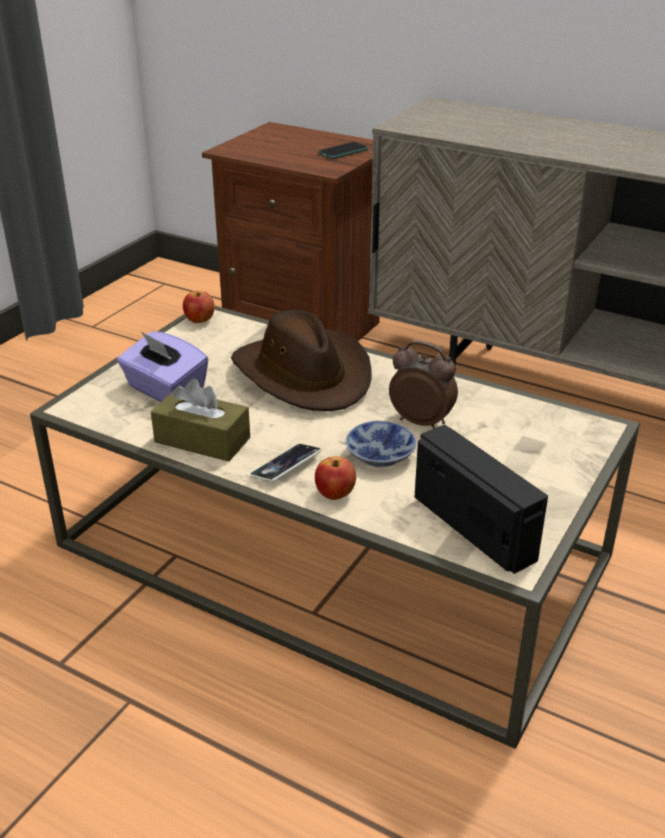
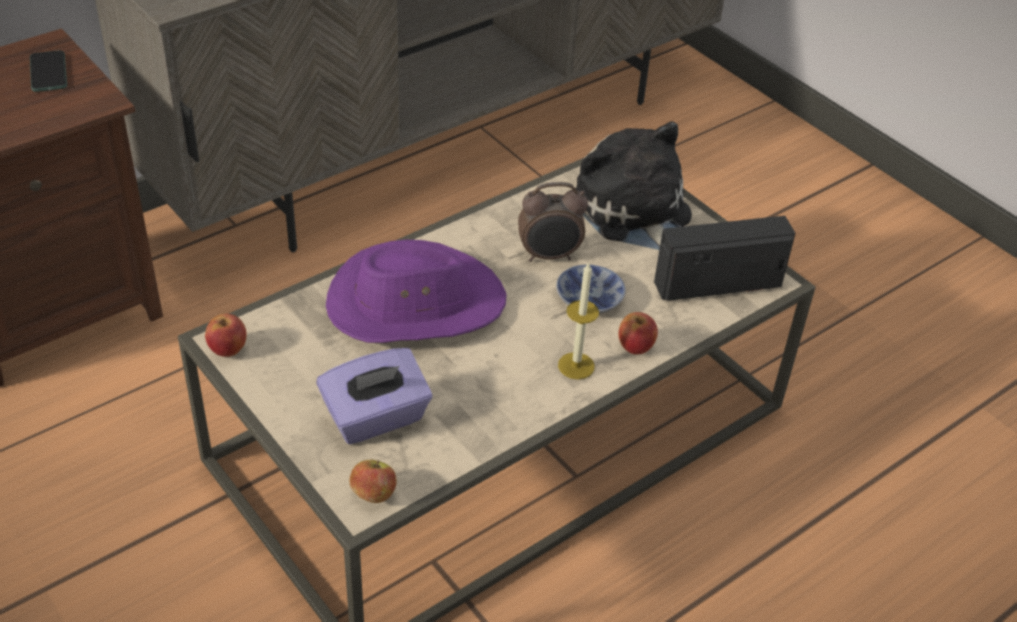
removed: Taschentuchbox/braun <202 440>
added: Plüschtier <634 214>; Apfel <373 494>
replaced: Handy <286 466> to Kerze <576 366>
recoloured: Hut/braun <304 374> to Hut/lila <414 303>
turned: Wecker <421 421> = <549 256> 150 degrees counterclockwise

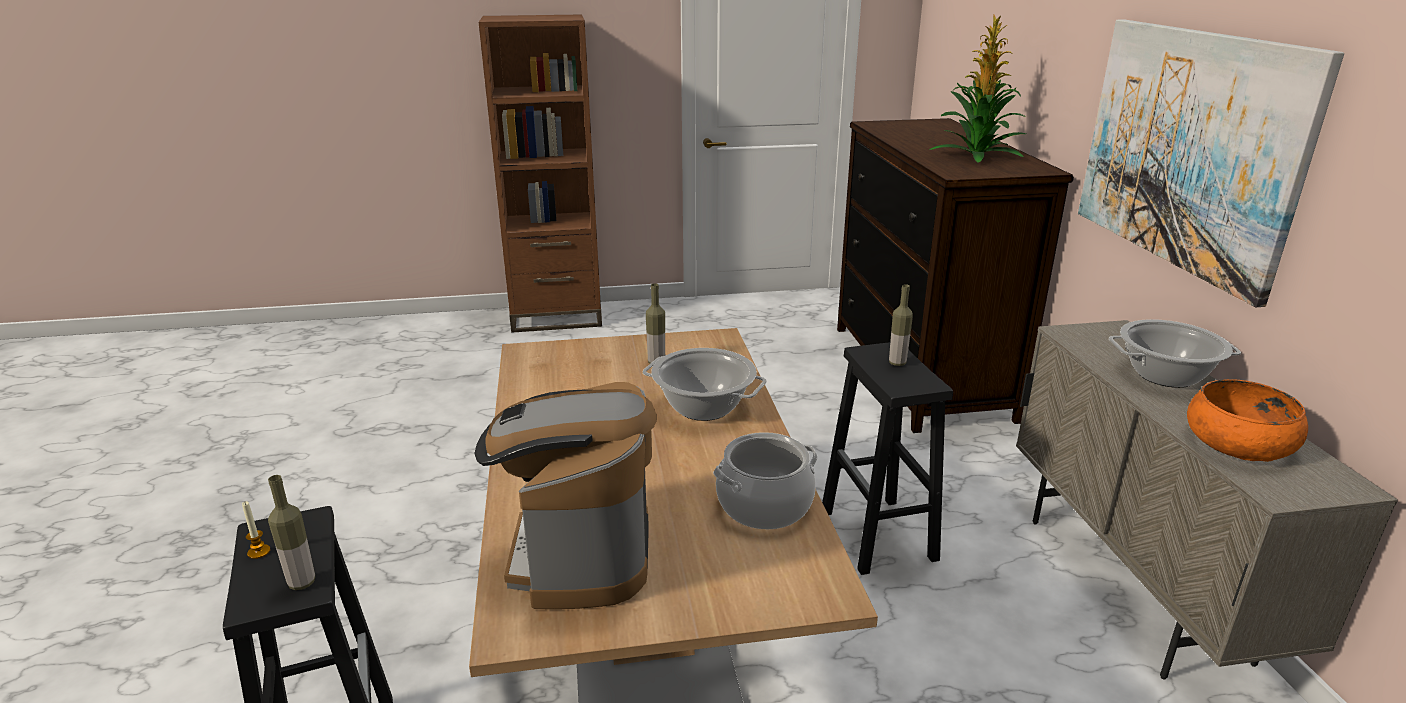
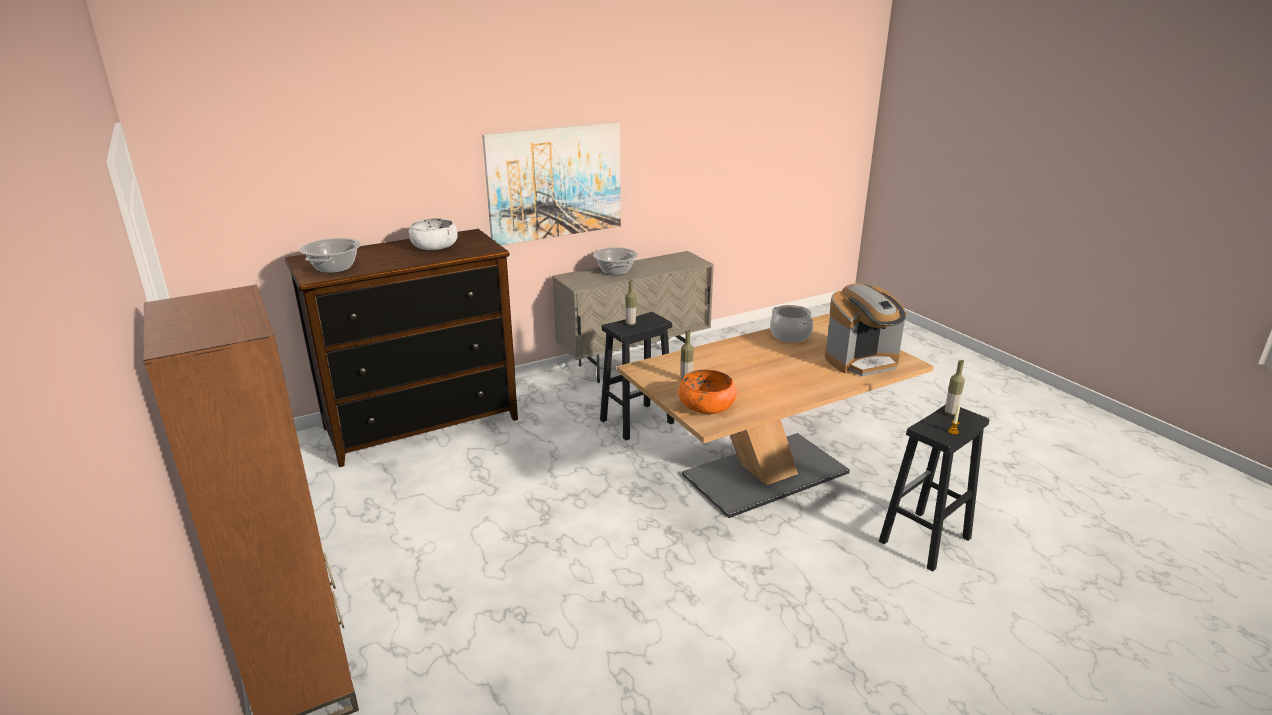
moved: Kochtopf <703 407> to <334 268>; Schüssel/orange <1238 443> to <706 405>
replaced: Topfpflanze <978 155> to Schüssel/weiß <434 246>

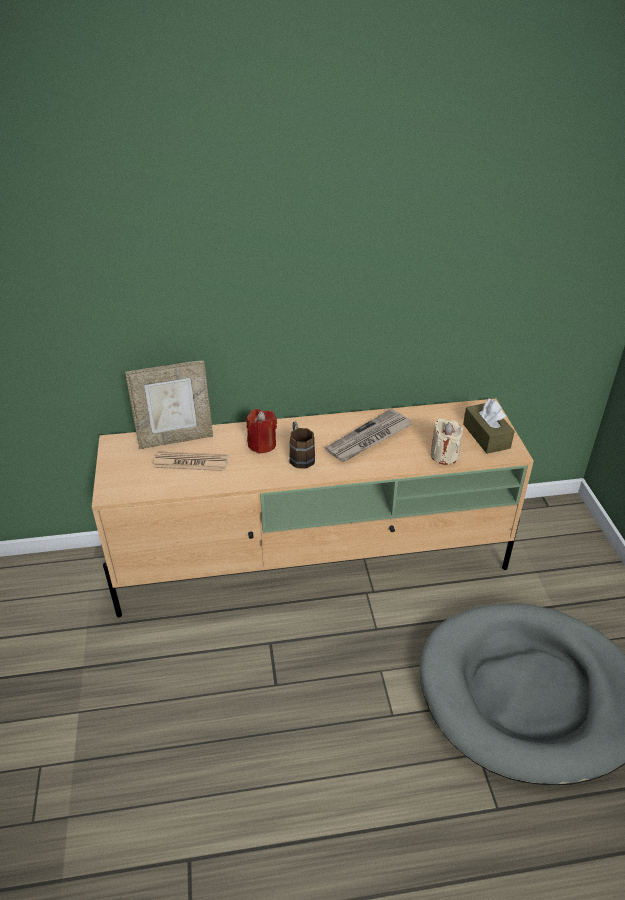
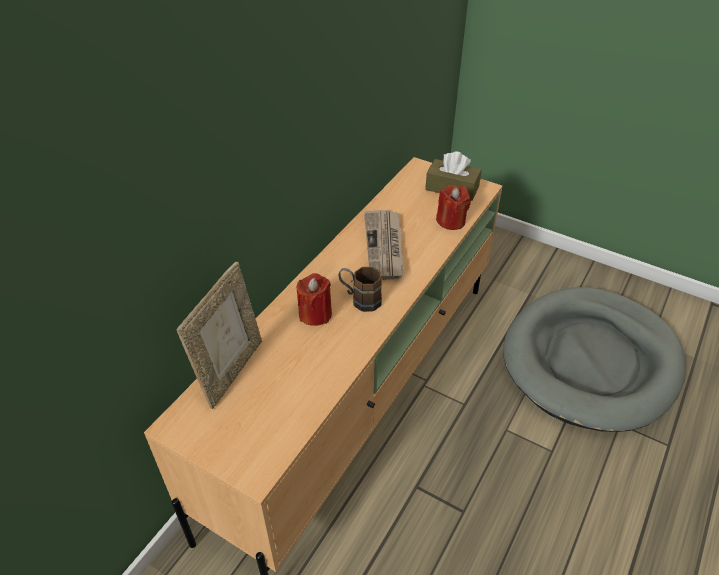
removed: Zeitung <191 462>
recoloured: Kerze/beige <444 455> to Kerze/rot <451 221>

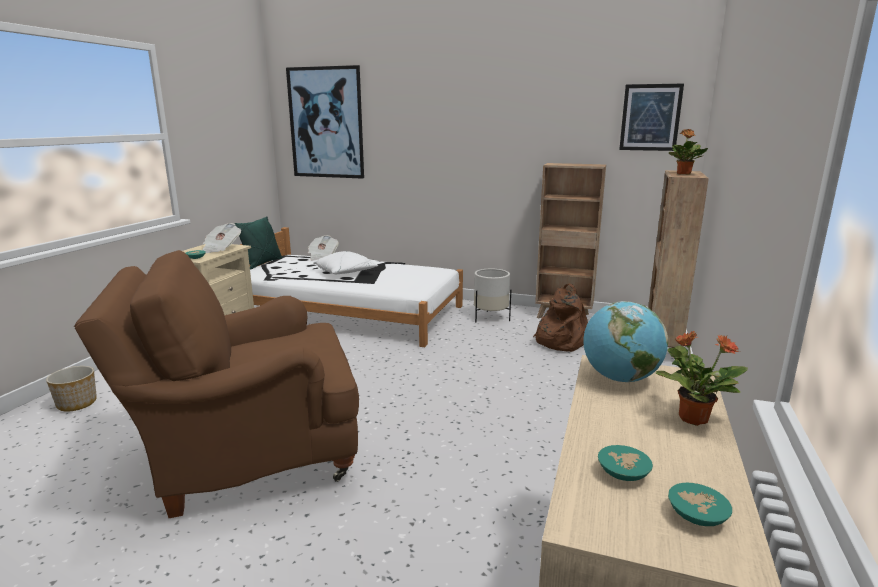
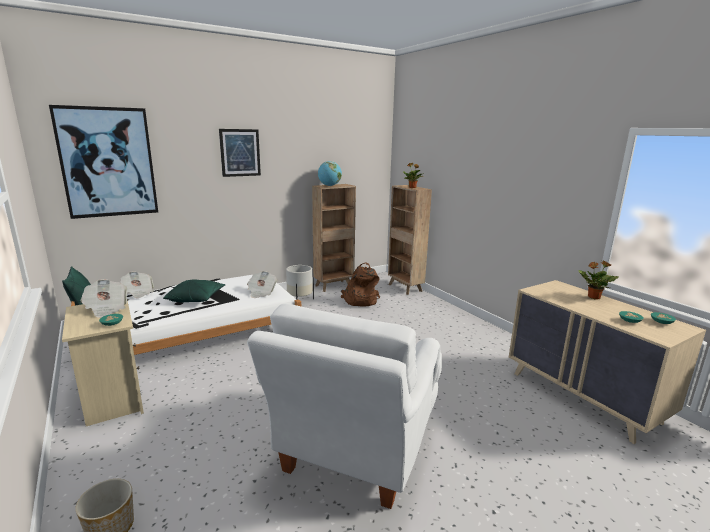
added: Zeitung <261 292>
moved: Bild <650 117> to <240 152>; Globus <620 378> to <329 186>
recoloured: Sessel/braun <250 459> to Sessel/weiß <356 449>; Kissen/weiß <346 273> to Kissen/grün <196 299>

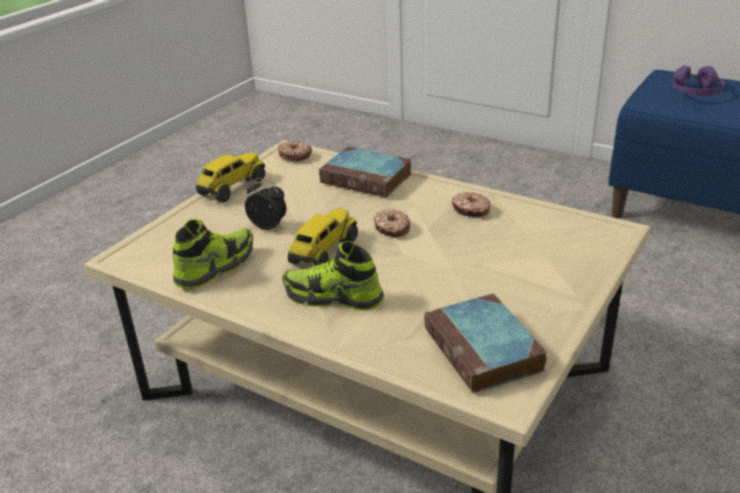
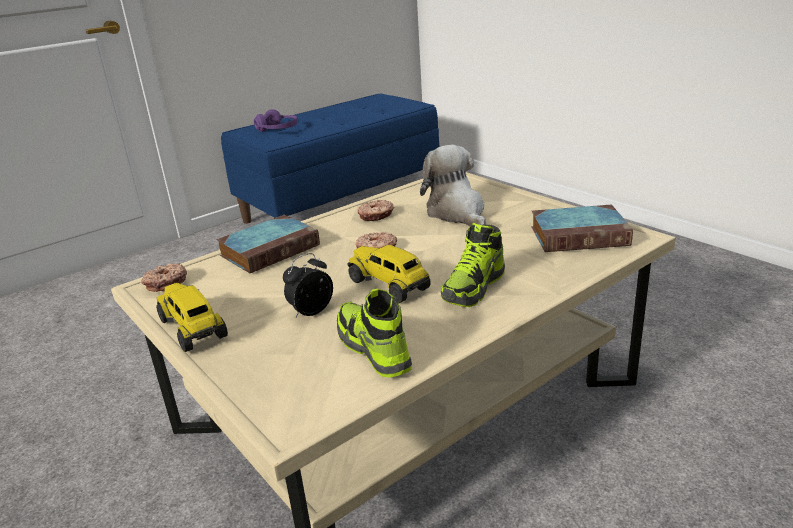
added: Plüschtier <457 213>

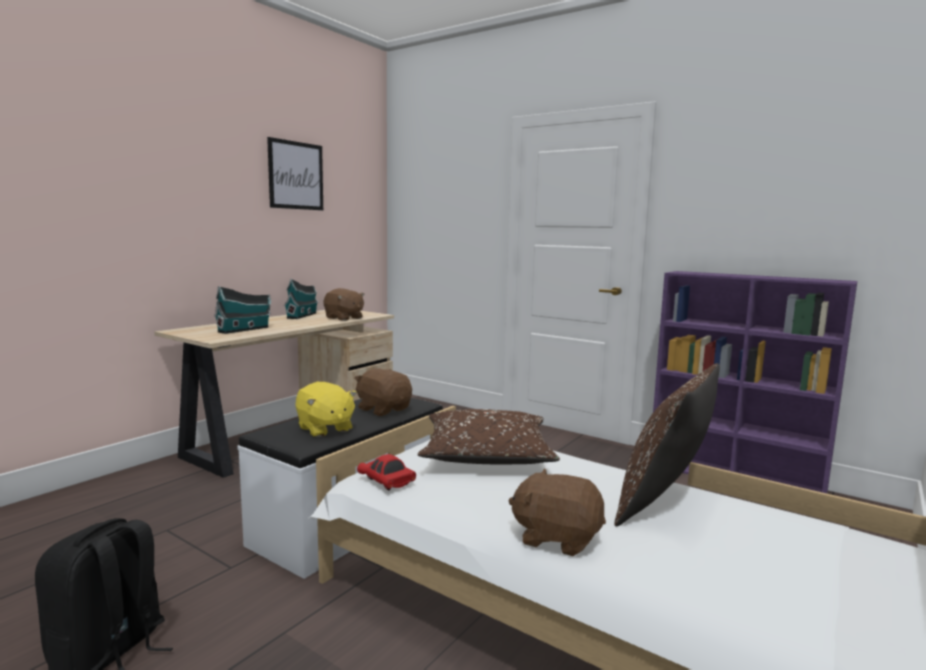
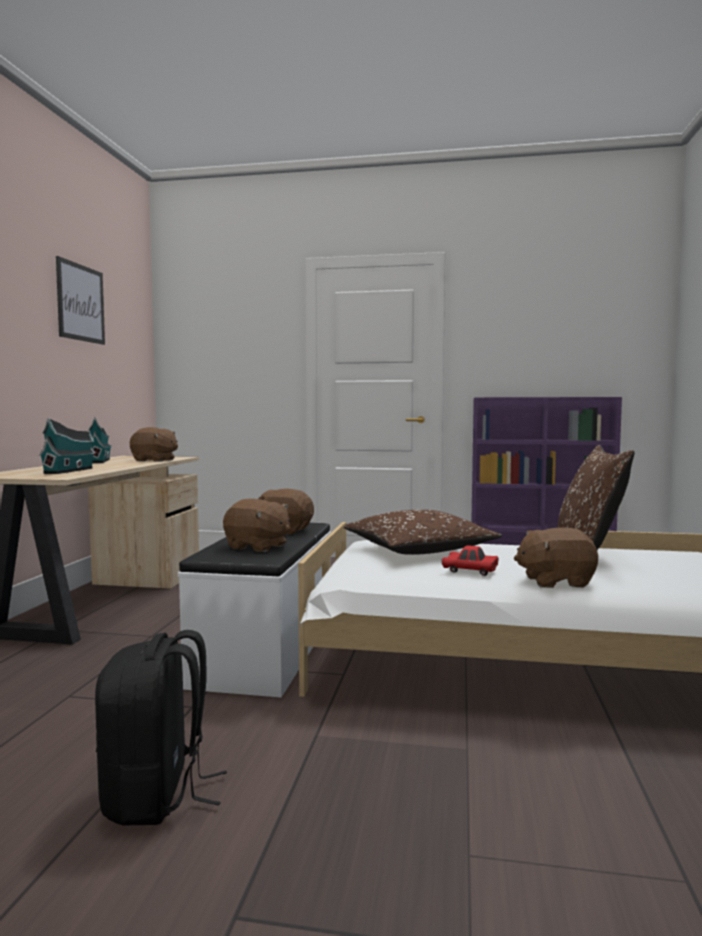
moved: Spielzeugauto/rot <387 482> to <470 571>
recoloured: Plüschtier/gelb <324 429> to Plüschtier/braun <257 547>

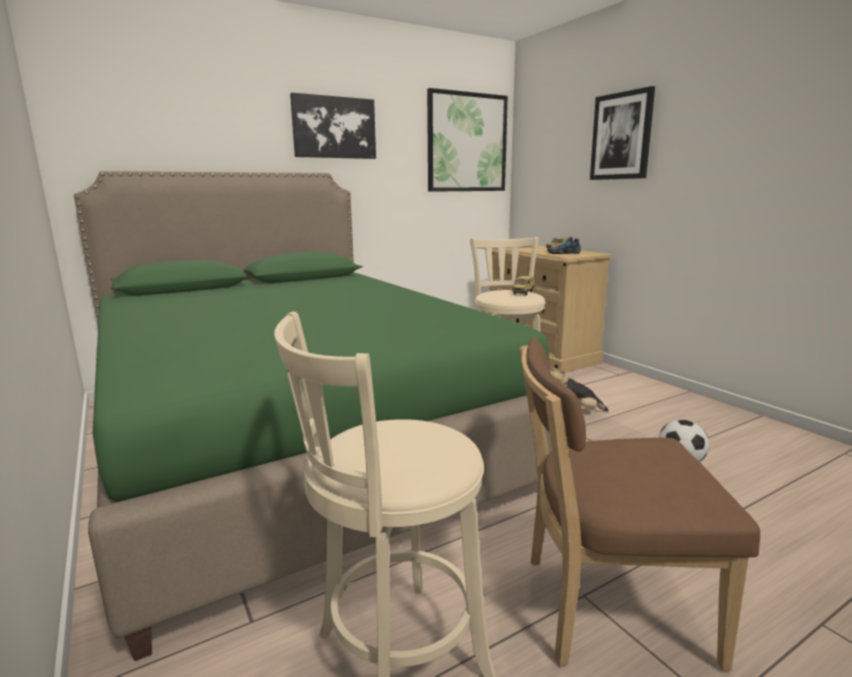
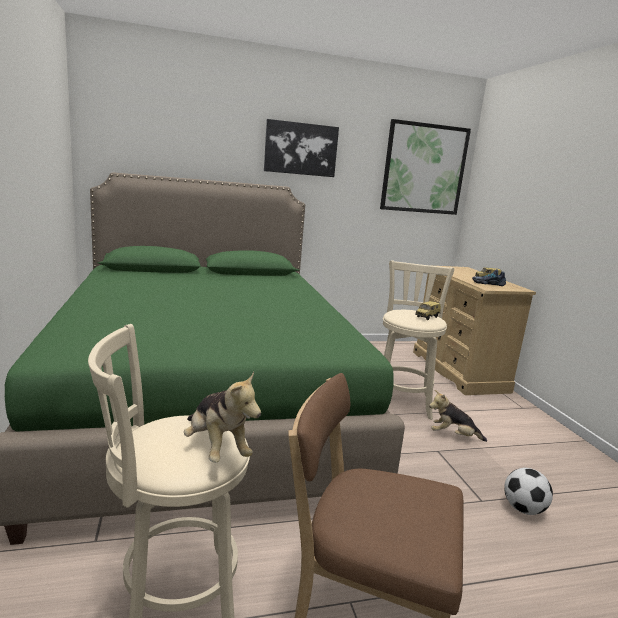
removed: Bild <621 136>
added: Plüschtier <216 448>

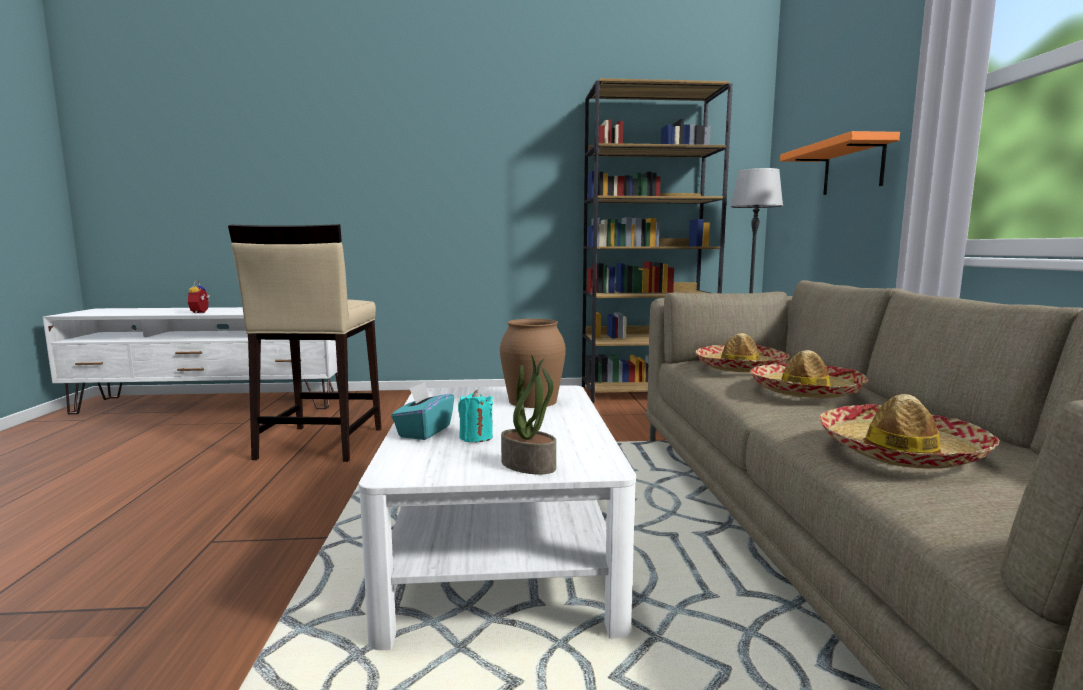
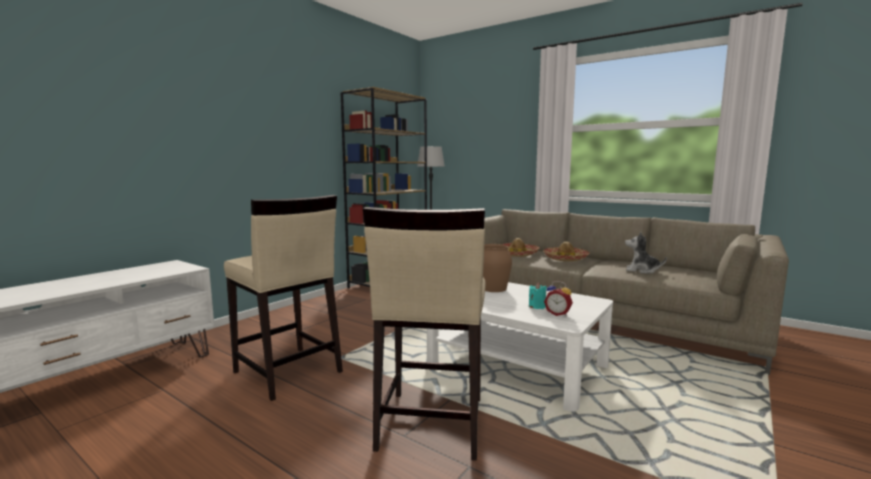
removed: Wandregal/orange <853 167>; Topfpflanze <529 465>; Taschentuchbox/türkis <424 431>
added: Hocker/beige <430 424>
moved: Wecker <201 312> to <558 314>
replaced: Hut <900 452> to Plüschtier <641 270>

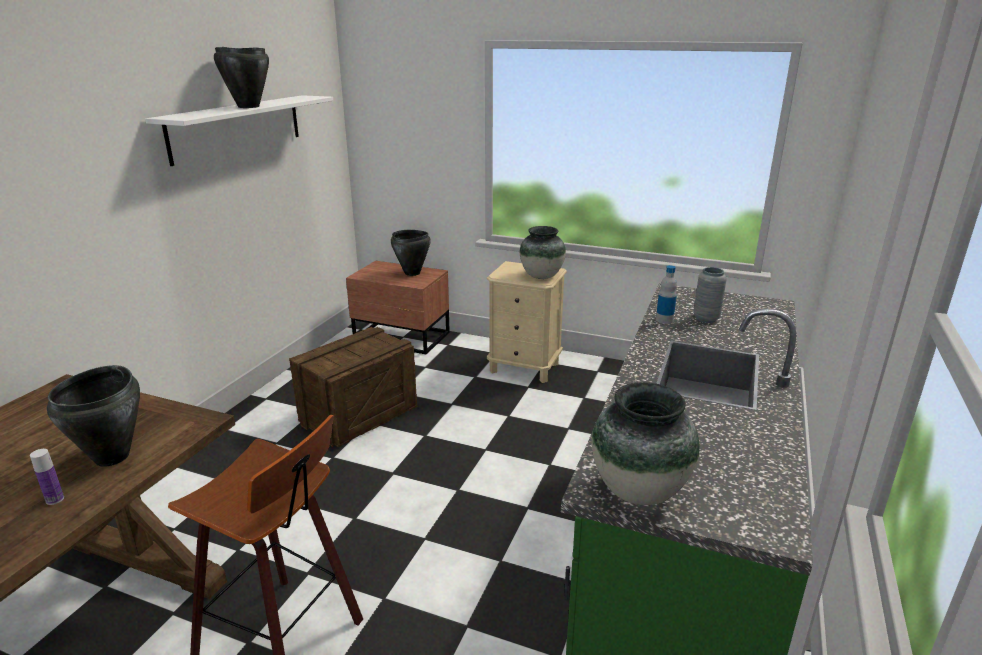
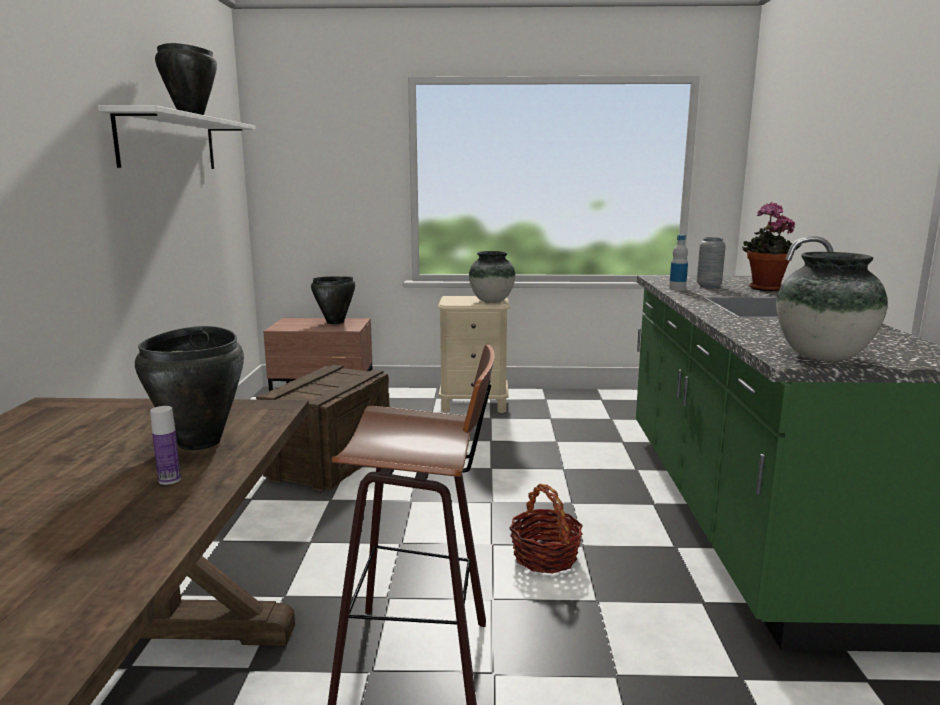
added: Topfpflanze <764 289>; Korb <545 557>

